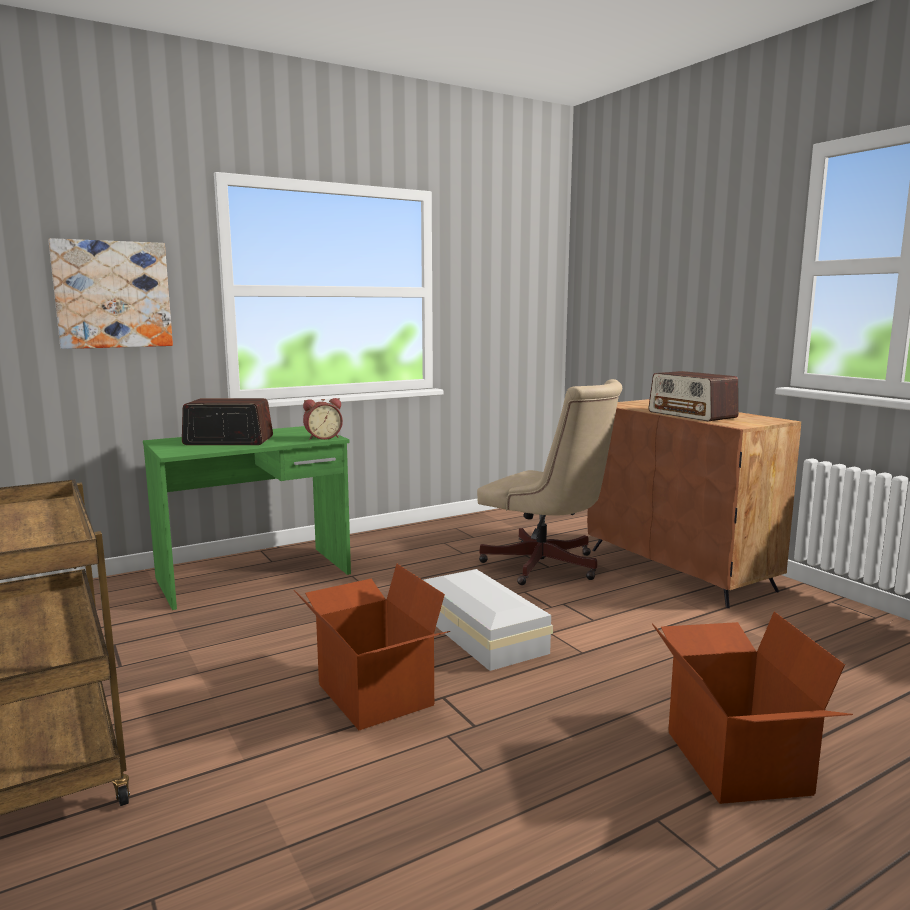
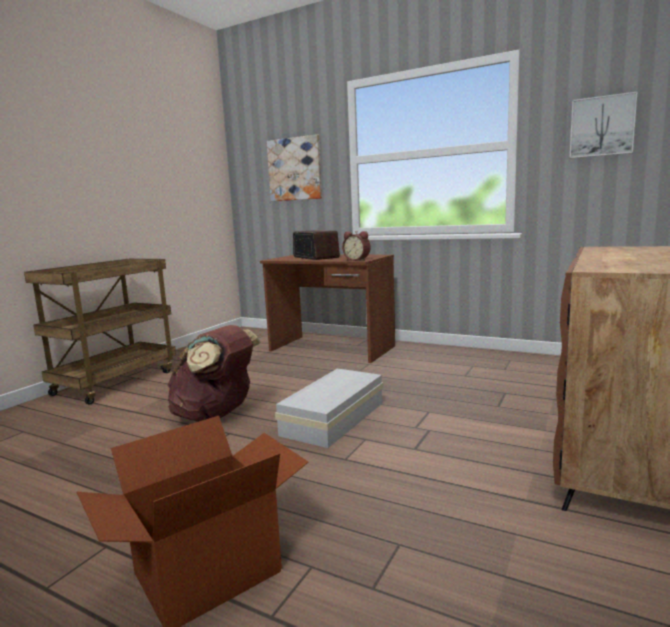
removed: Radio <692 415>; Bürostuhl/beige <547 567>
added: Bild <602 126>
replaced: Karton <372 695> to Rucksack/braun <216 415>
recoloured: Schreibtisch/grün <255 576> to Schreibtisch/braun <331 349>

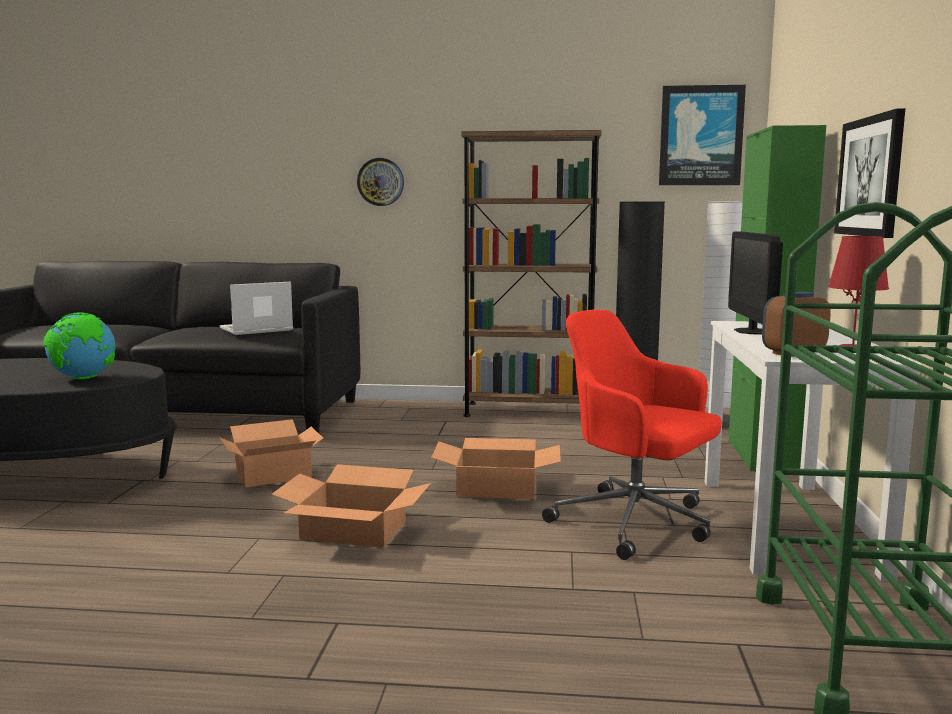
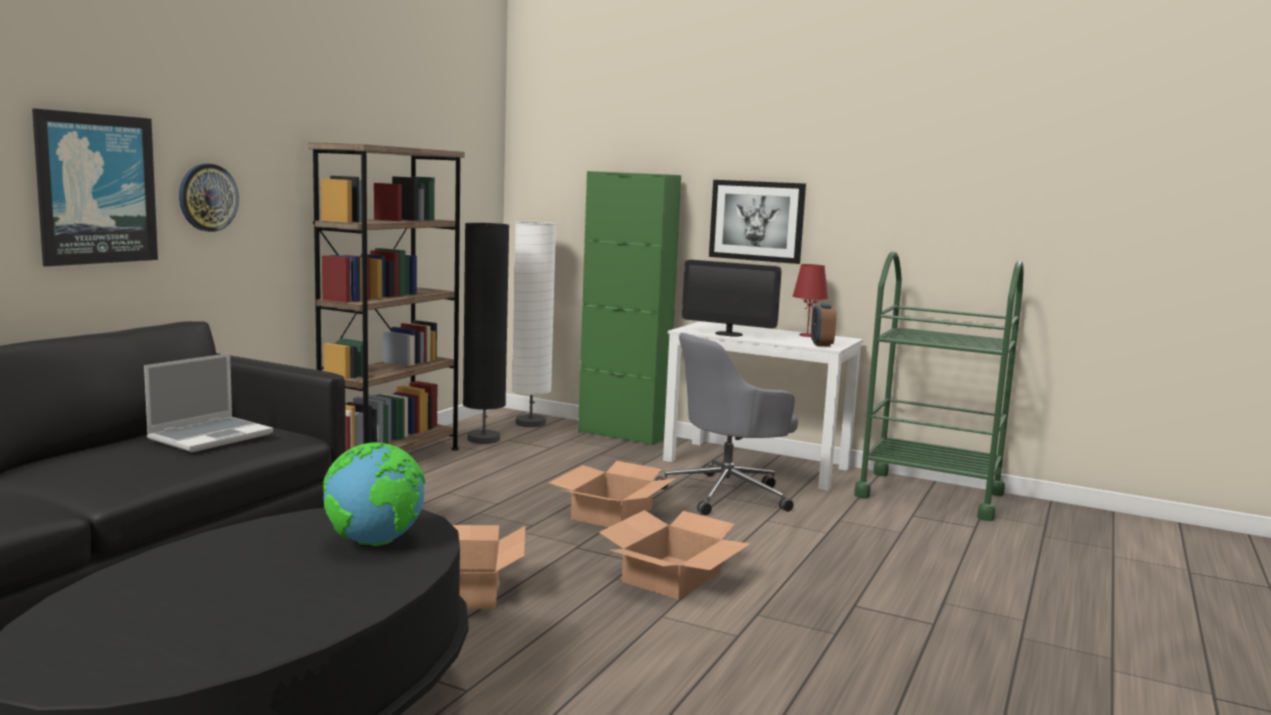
moved: Bild <701 136> to <96 189>
recoloured: Bürostuhl/rot <635 523> to Bürostuhl/grau <728 494>
turned: Laptop <256 330> = <211 436> 135 degrees counterclockwise

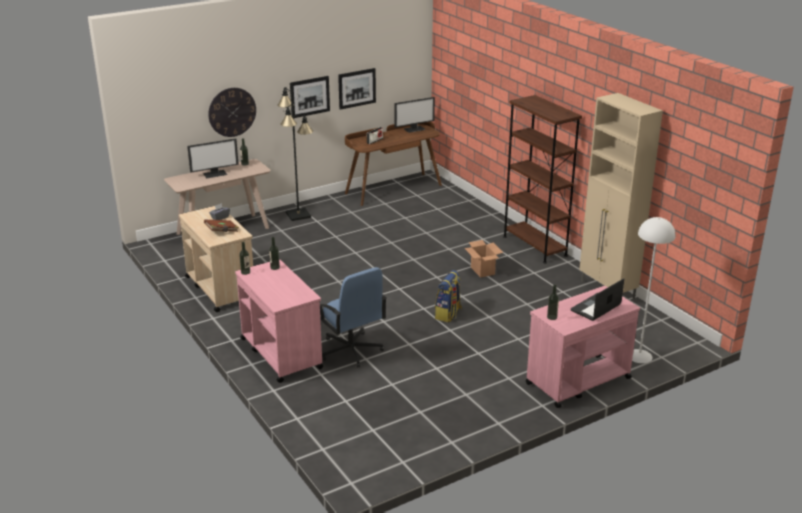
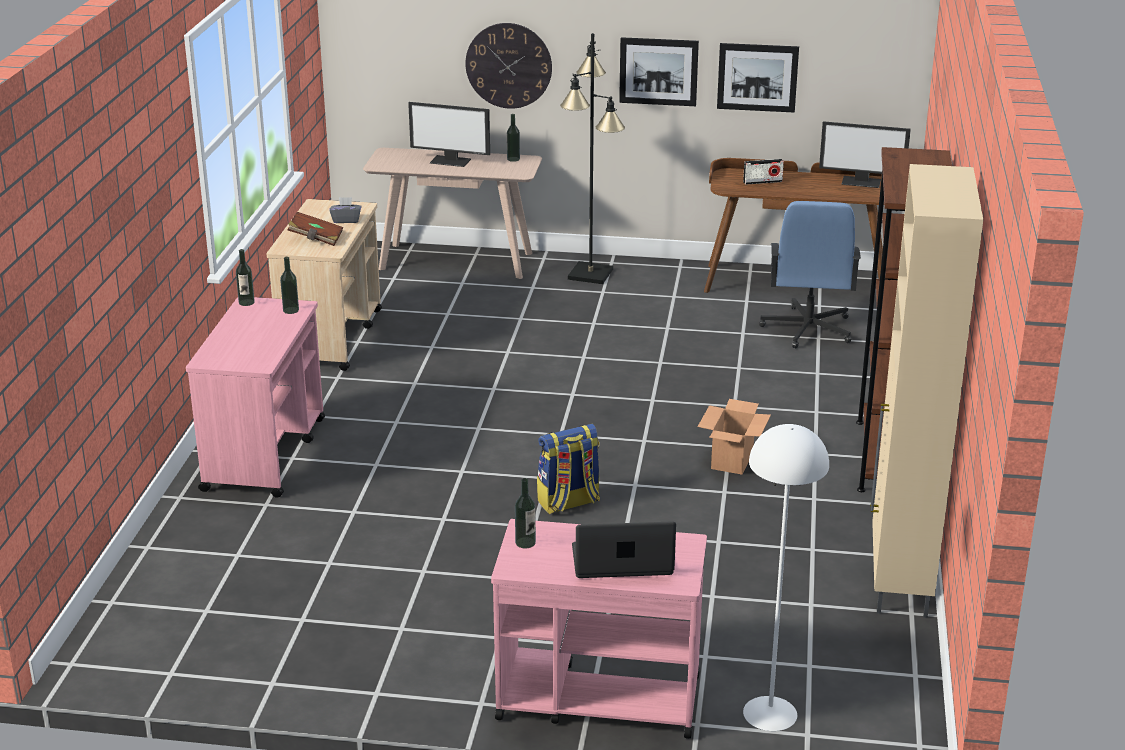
moved: Bürostuhl/blau <351 350> to <807 329>

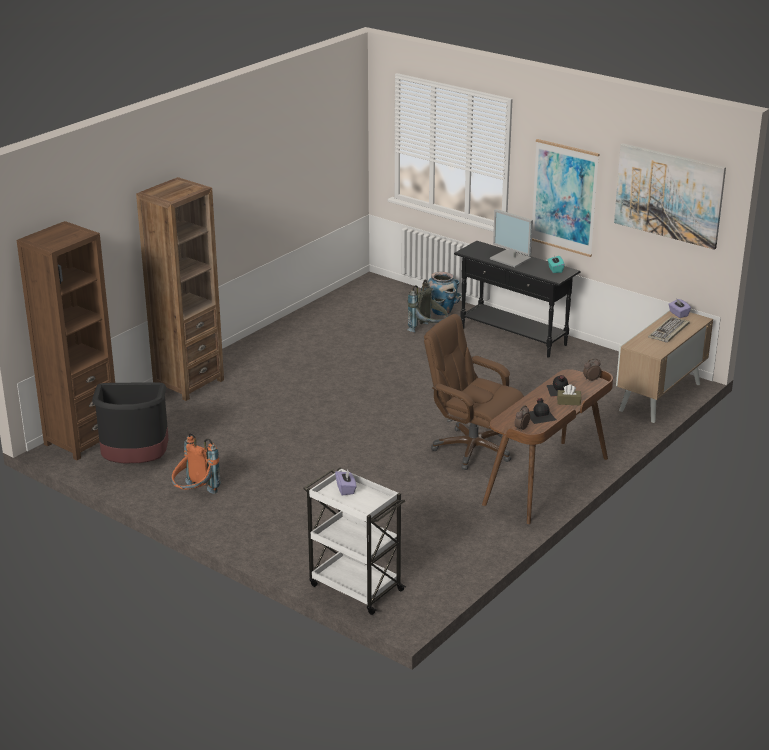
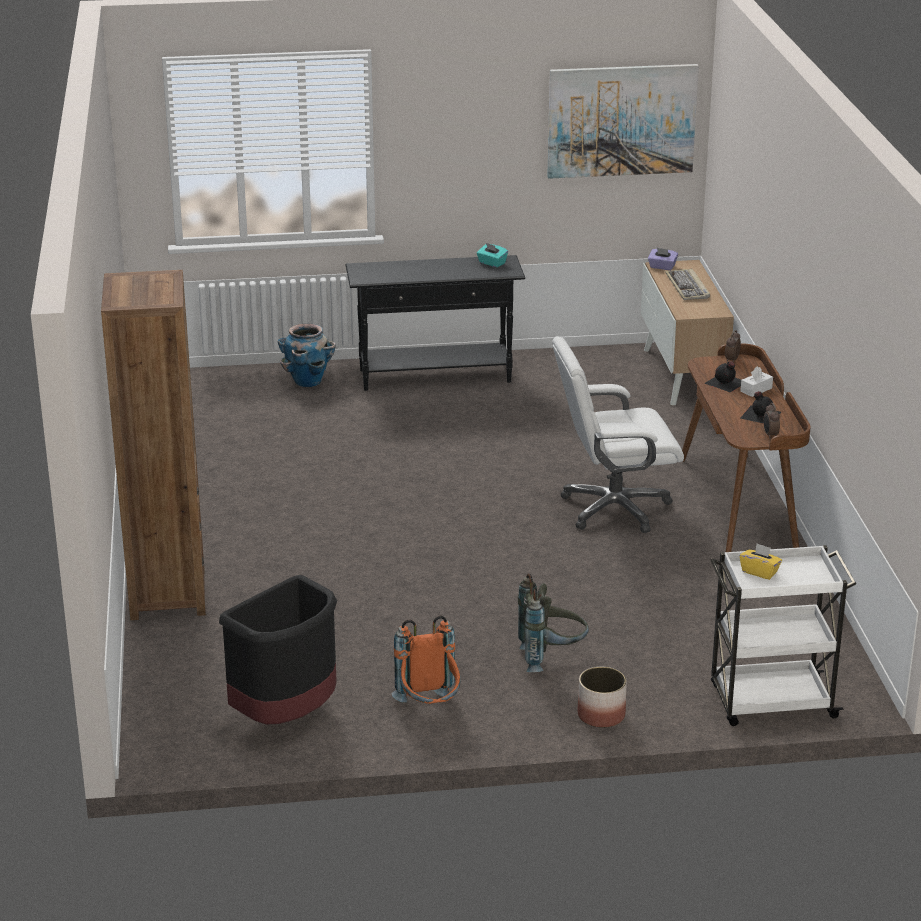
removed: Bild <564 197>; Monitor <511 259>; Bücherregal/braun <82 440>
added: Pflanzkübel <601 715>
moved: Rucksack/grau <428 331> to <551 658>
recoloured: Bürostuhl/braun <472 449> to Bürostuhl/weiß <613 508>; Taschentuchbox/braun <568 402> to Taschentuchbox/weiß <756 390>; Taschentuchbox/lila <346 489> to Taschentuchbox/gelb <759 572>

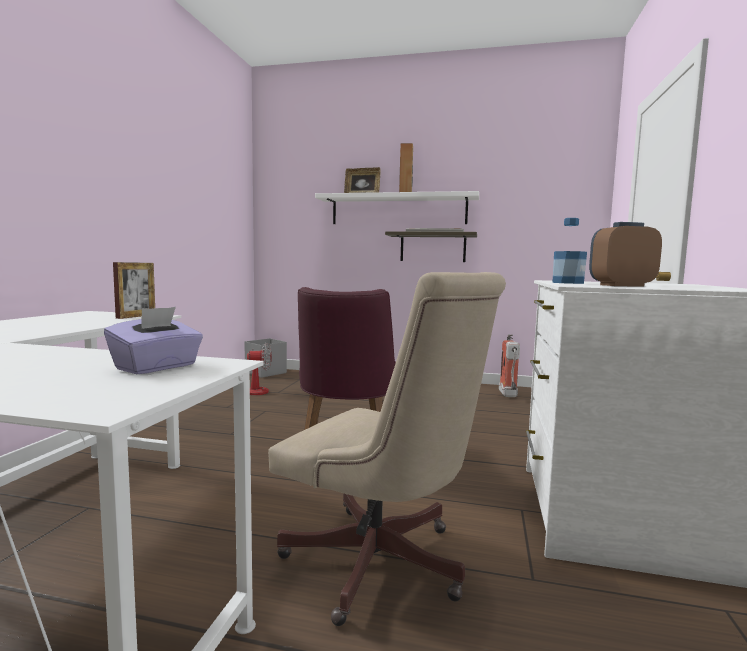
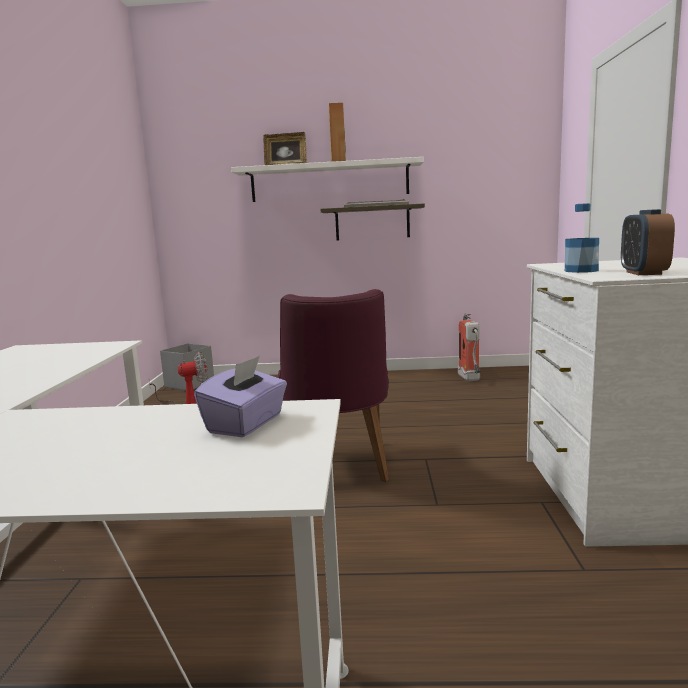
removed: Bilderrahmen <136 316>; Bürostuhl/beige <384 567>
turned: Wecker <621 285> = <643 273> 60 degrees counterclockwise

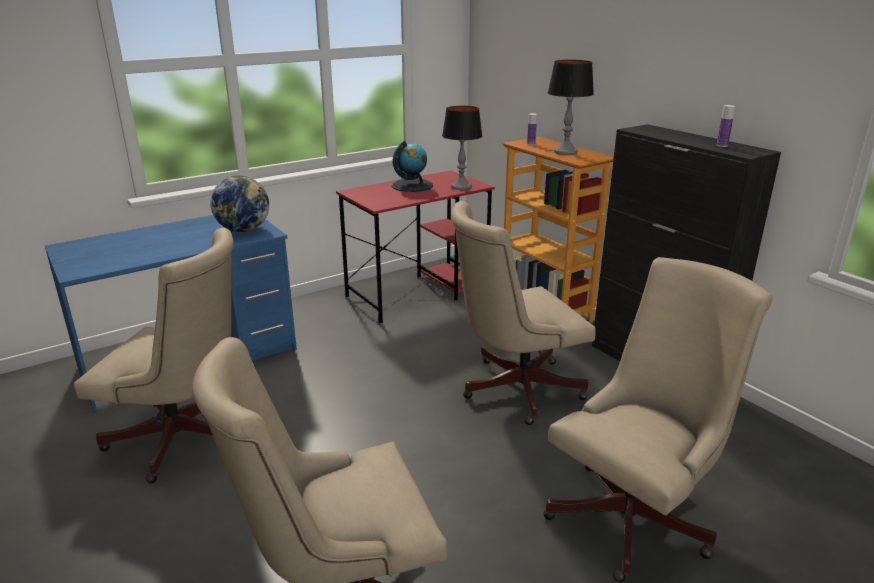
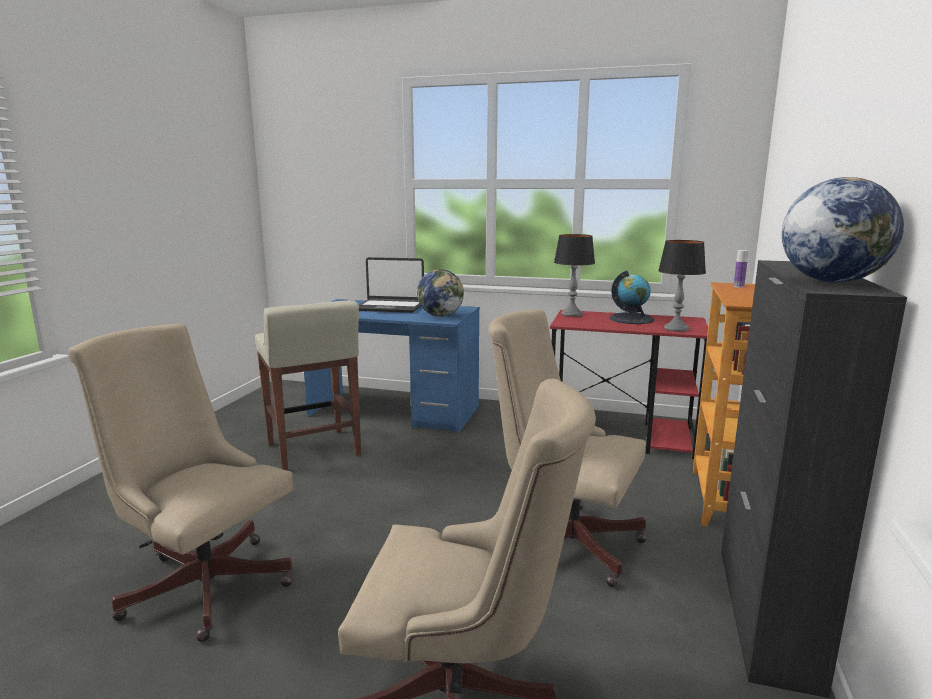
added: Laptop <390 307>
moved: Tischlampe <565 152> to <571 314>
replaced: Flasche <722 145> to Globus <831 281>; Bürostuhl/beige <185 440> to Hocker/beige <313 450>

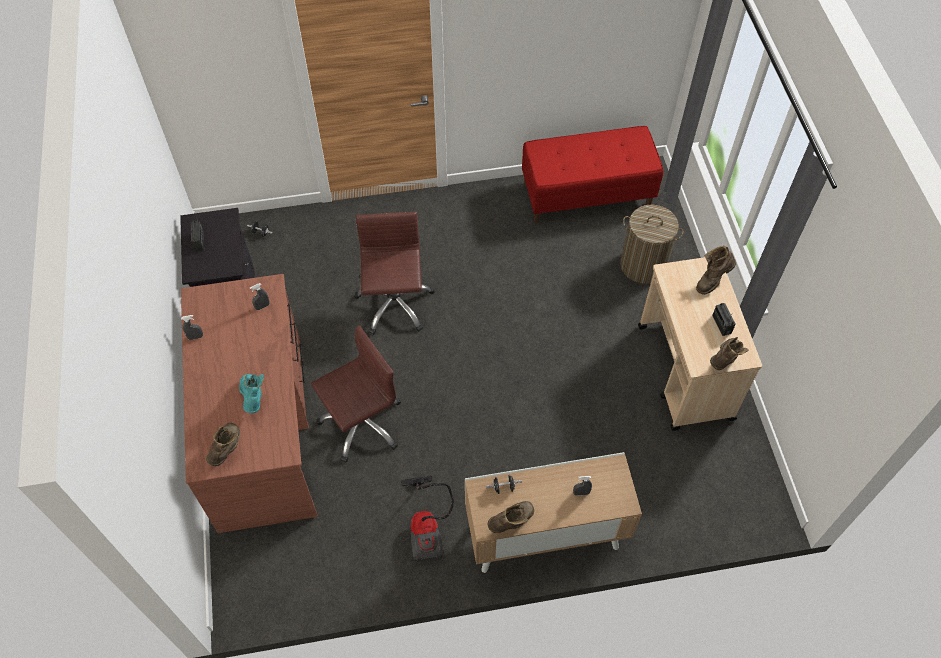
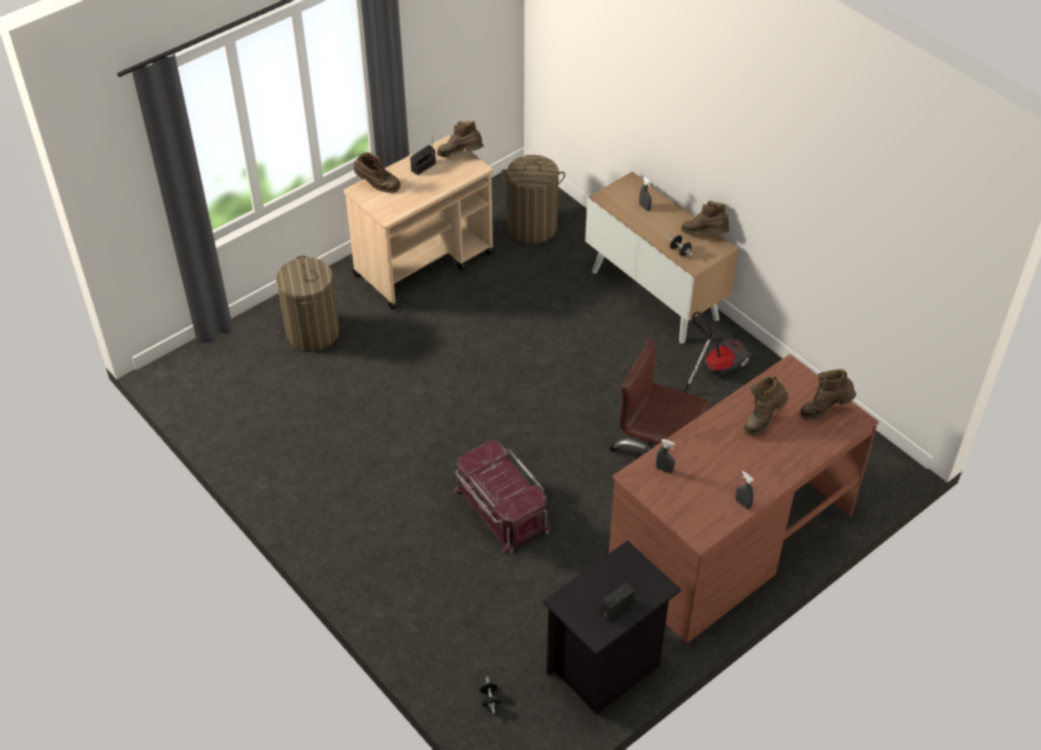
removed: Bank/rot <587 194>
added: Wäschekorb <532 227>
replaced: Bürostuhl/braun <394 304> to Aufbewahrungsbox/rot <500 510>
recoloured: Stiefel/türkis <254 398> to Stiefel/braun <762 419>

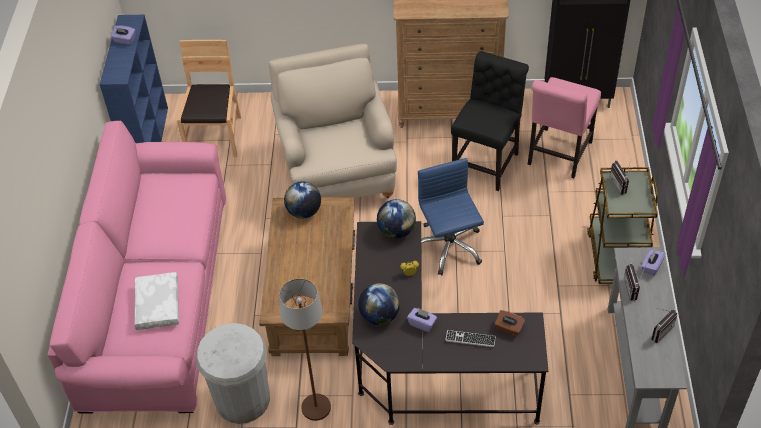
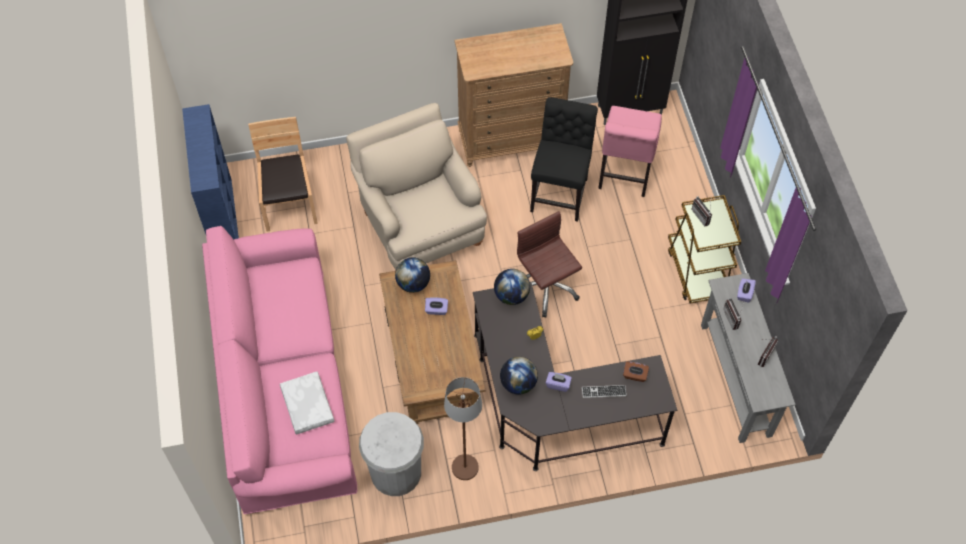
moved: Taschentuchbox/lila <124 40> to <436 310>
recoloured: Bürostuhl/blau <449 247> to Bürostuhl/braun <546 287>

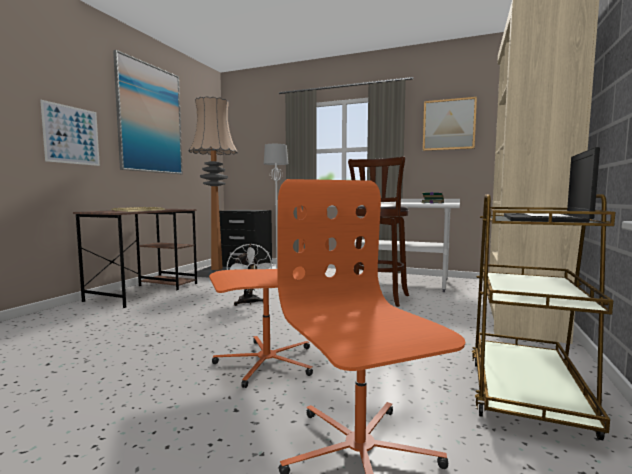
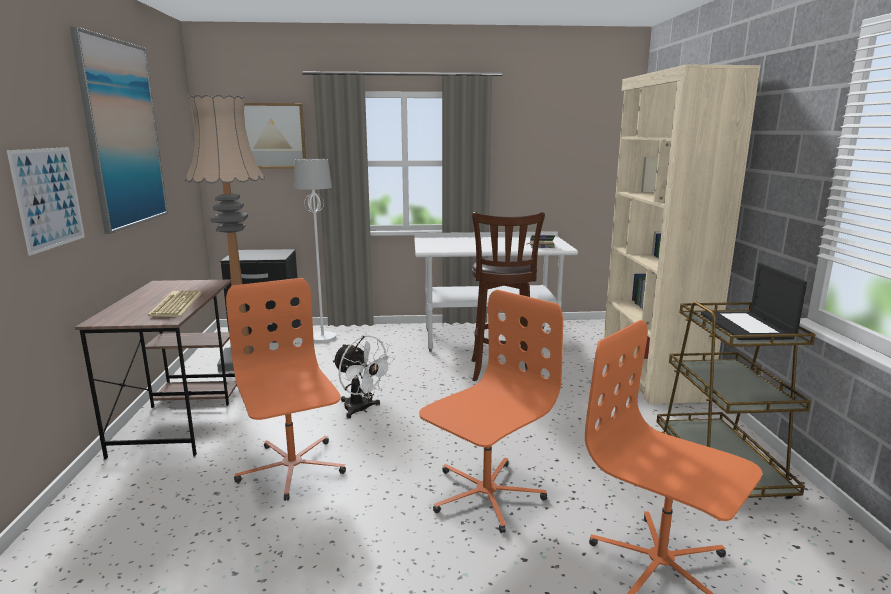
added: Bürostuhl/orange <291 468>
moved: Bild <449 125> to <272 136>

